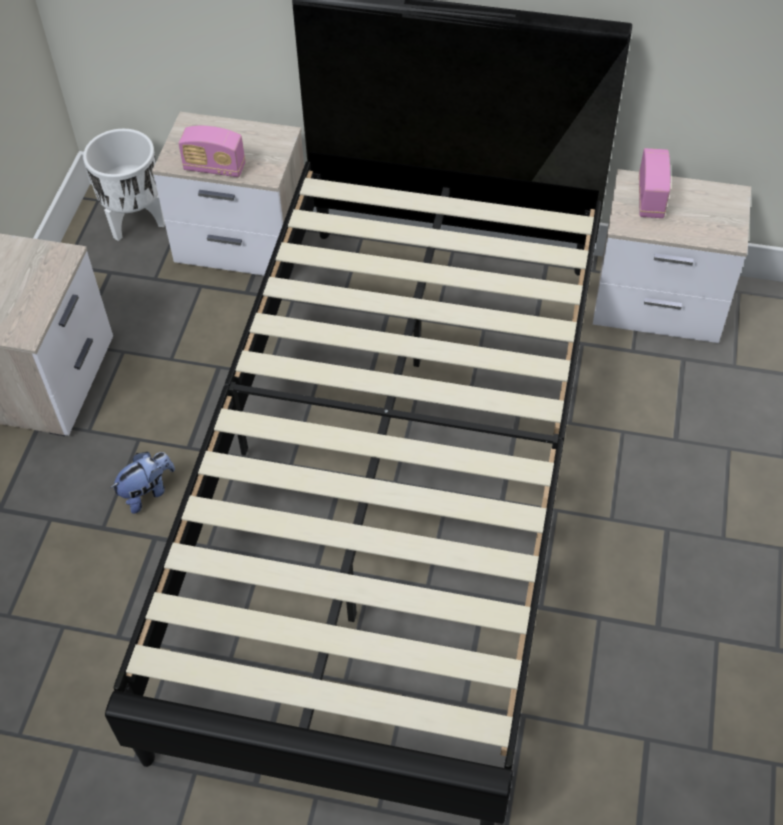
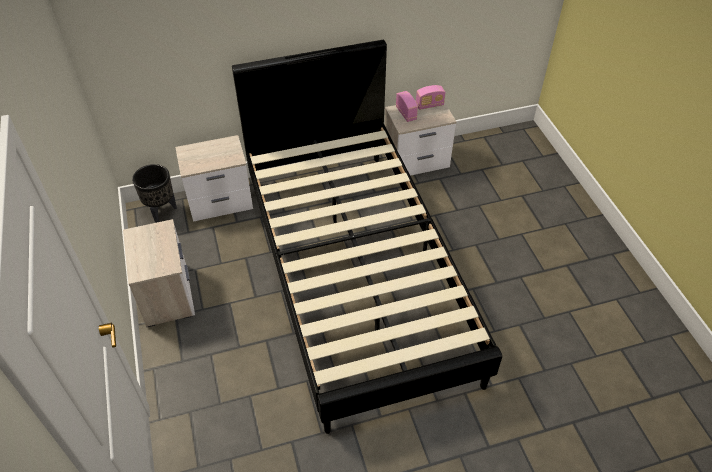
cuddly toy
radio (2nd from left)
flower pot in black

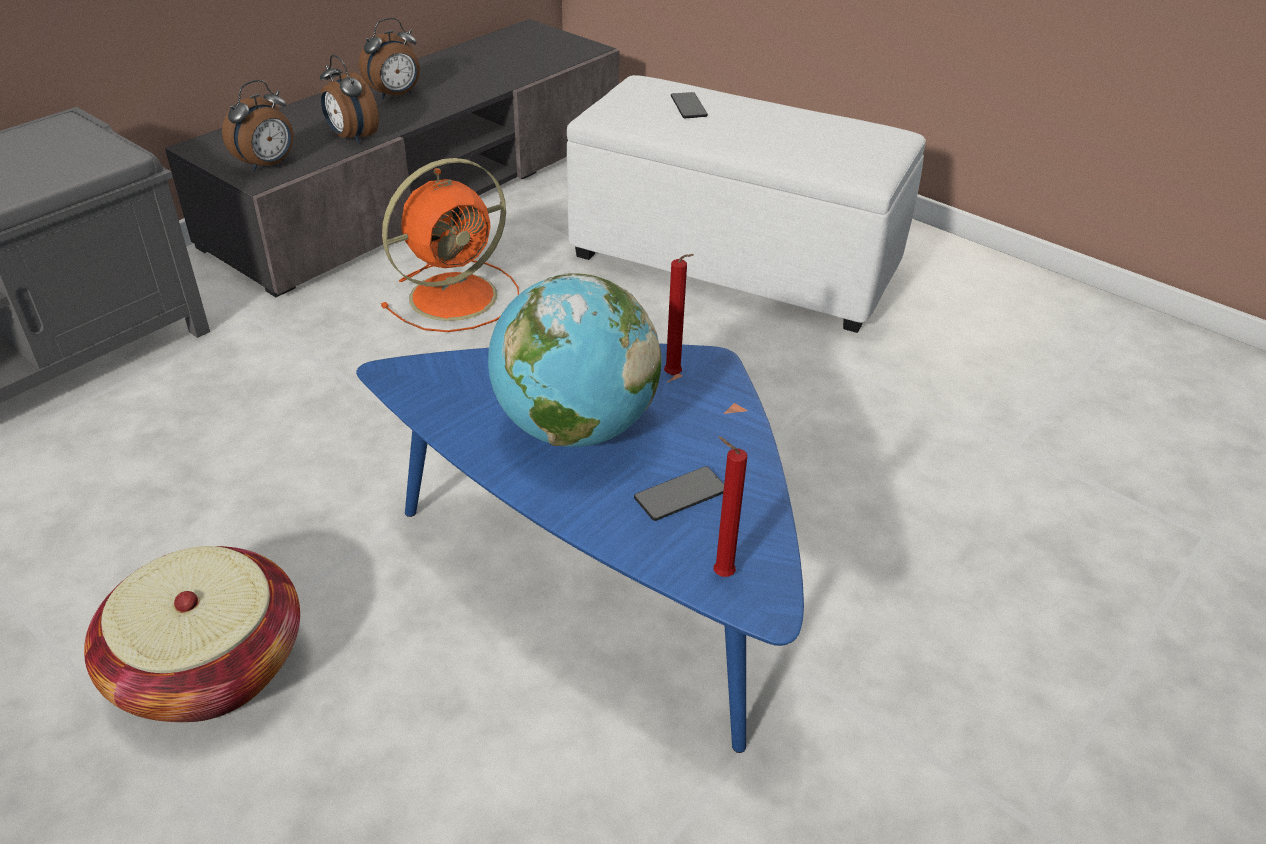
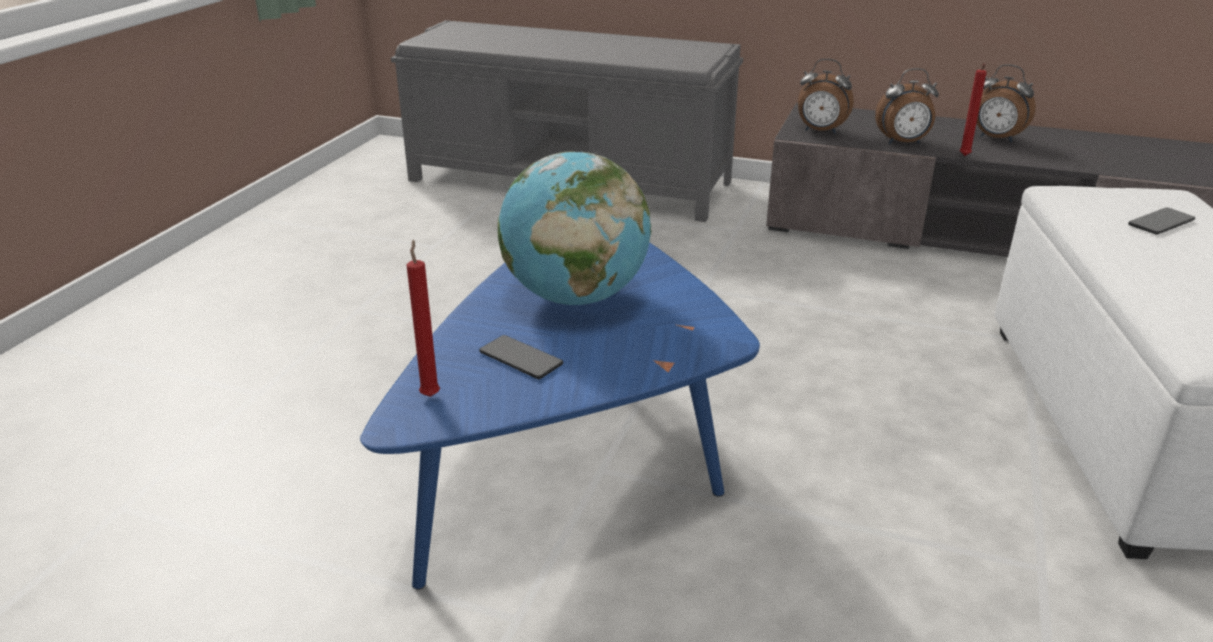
household basket
electric fan in orange-coloured
wax candle in red (2nd from left)
table clock (2nd from left)

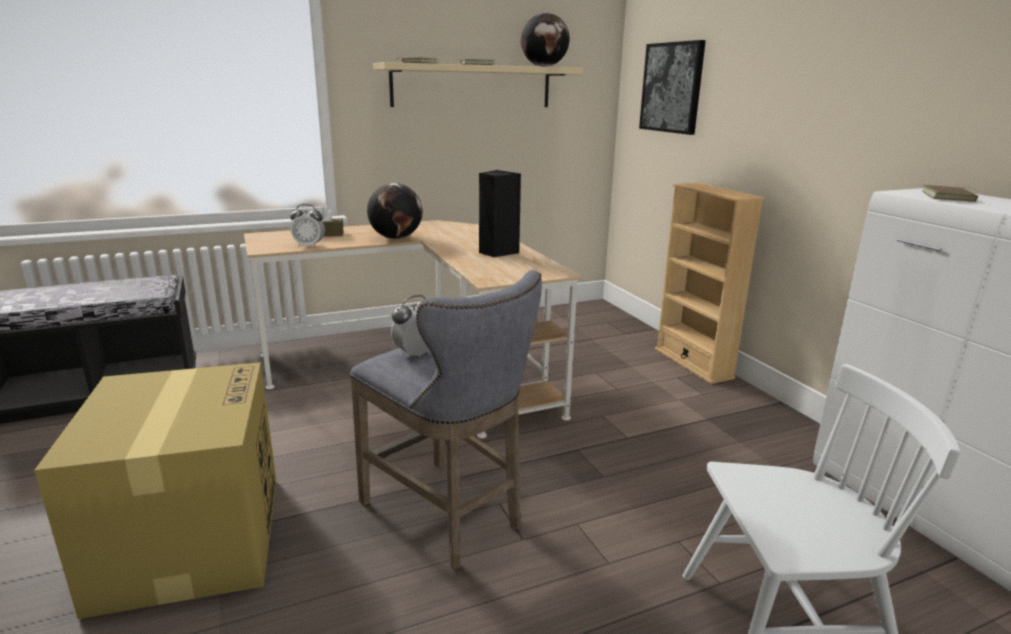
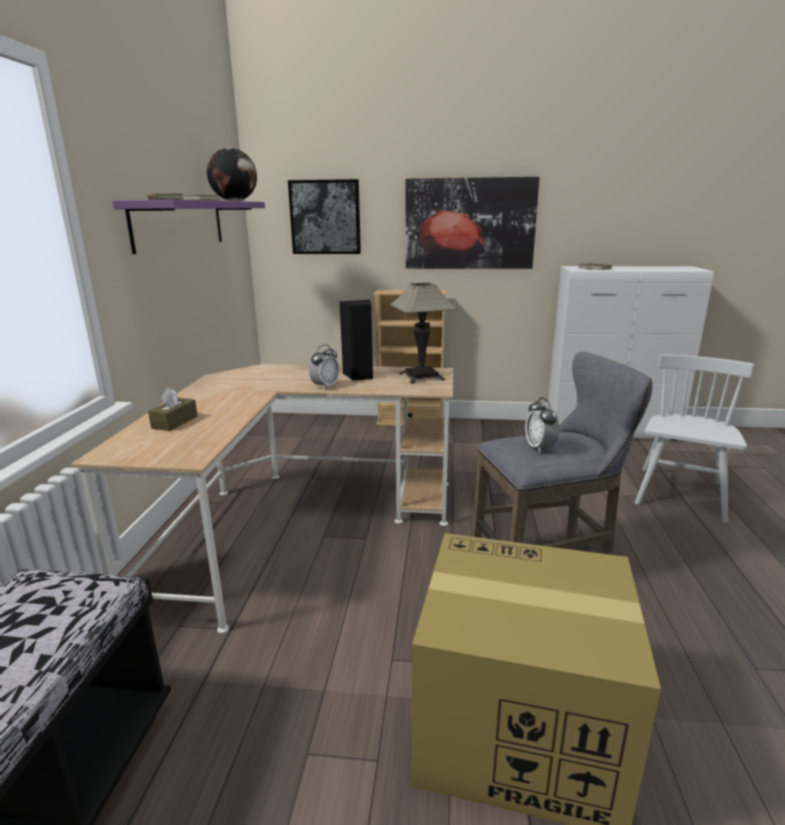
world globe (1st from left in the first image)
lamp for a table
wall picture (2nd from left)
table clock (1st from left)
wall shelf in purple-coloured

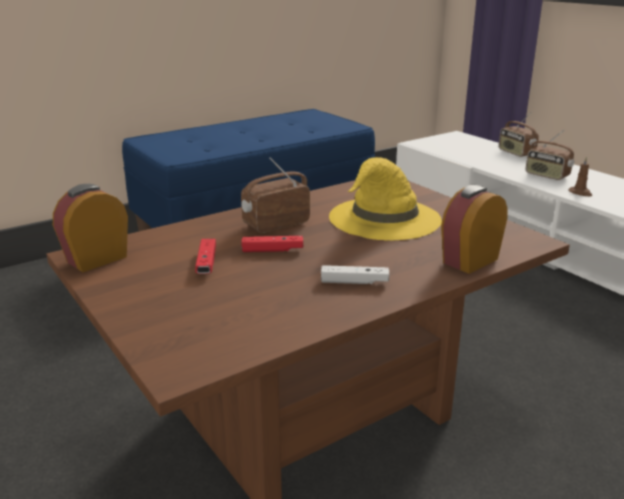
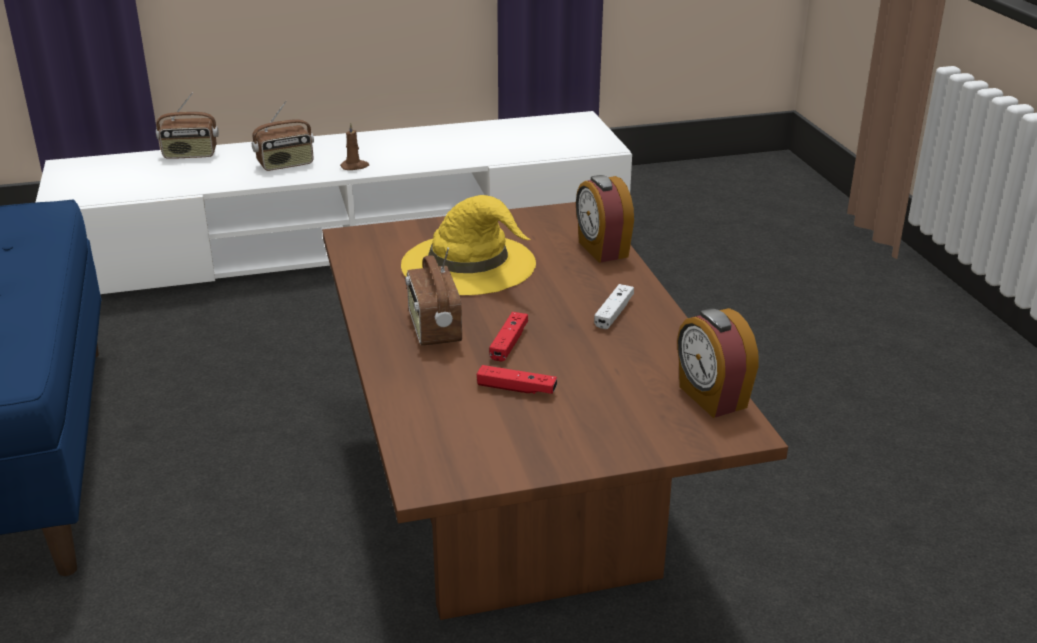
table clock (2nd from left)

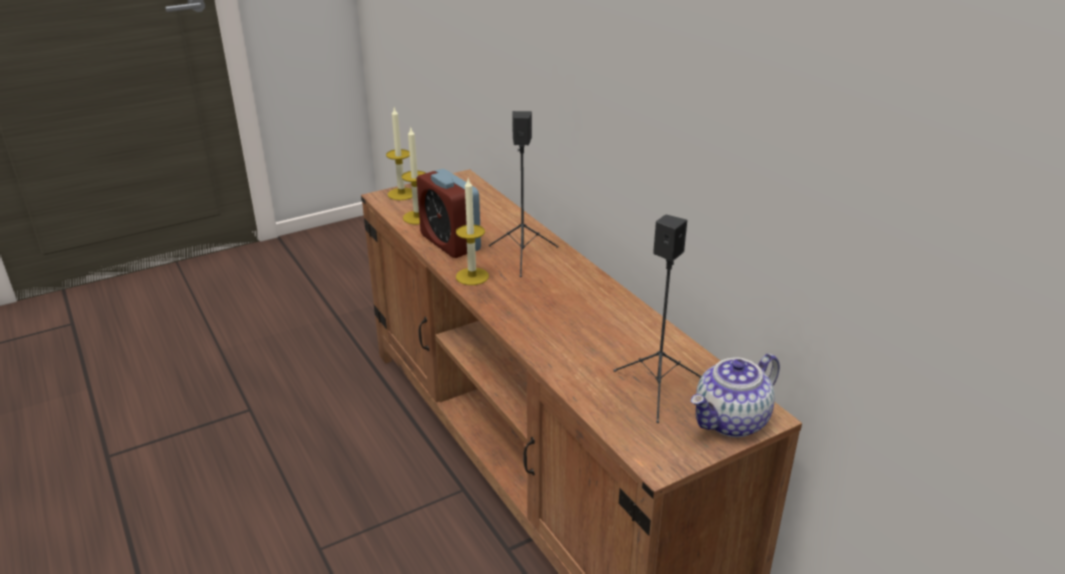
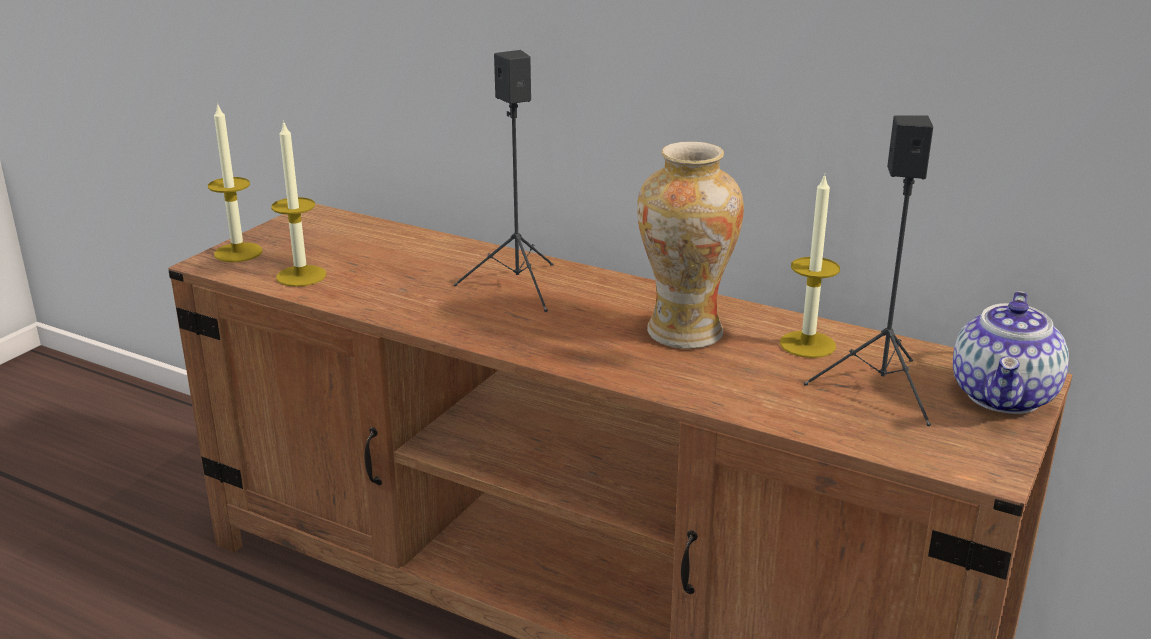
table clock
decorative vase
wax candle (3rd from left)

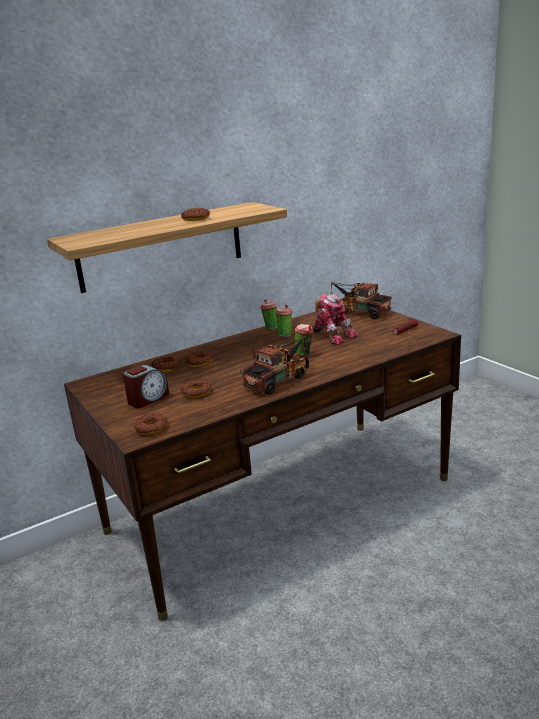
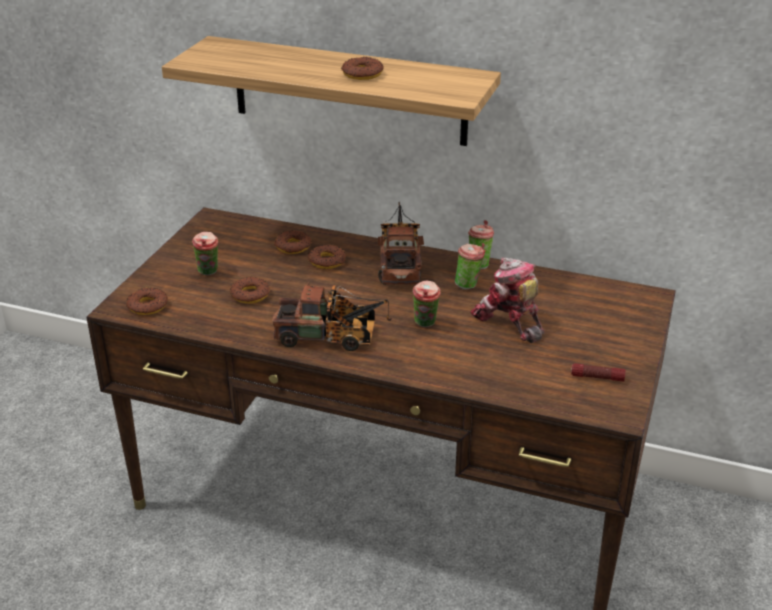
toy lorry (2nd from left)
small cup (1st from left)
toy robot

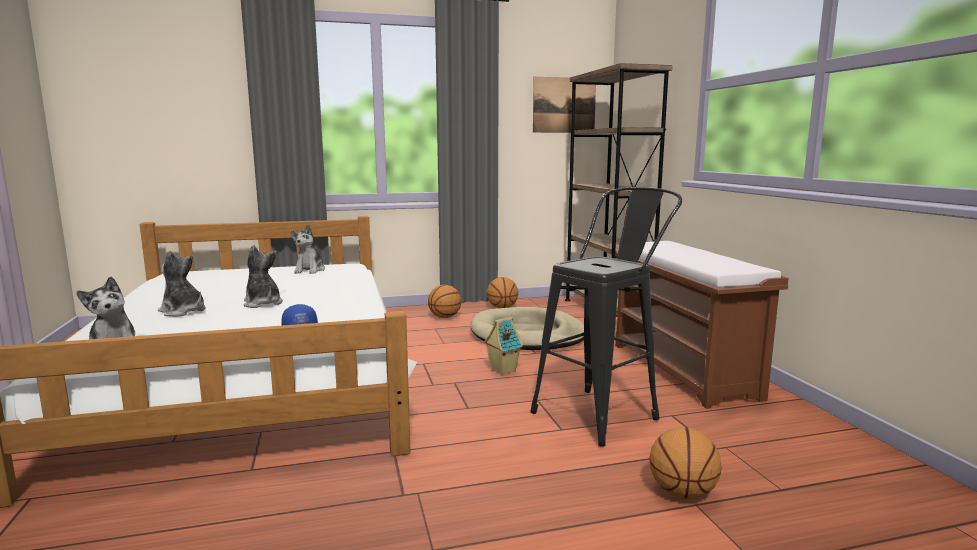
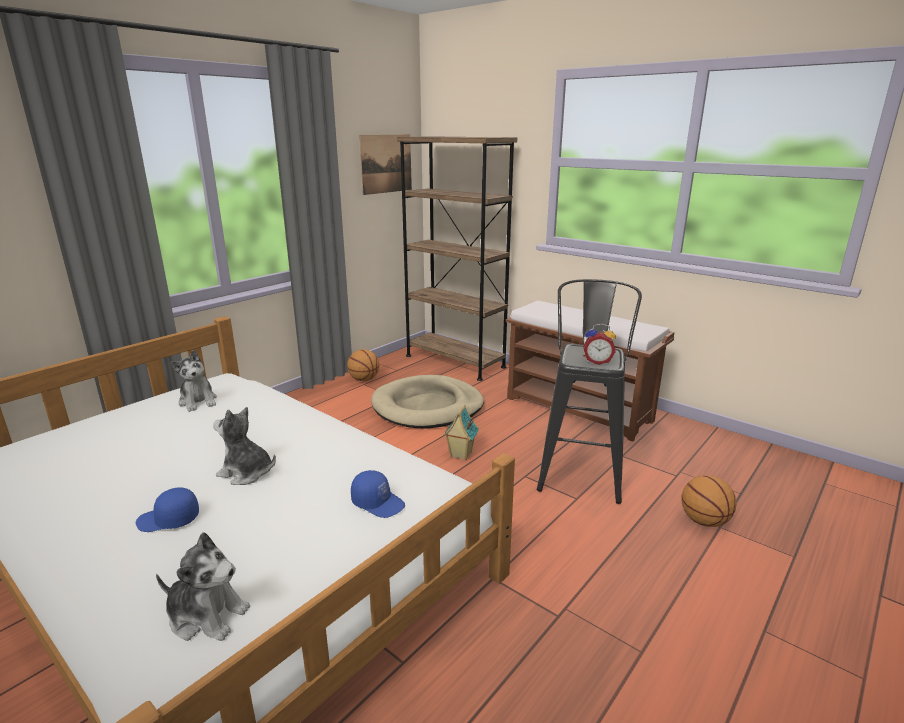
basketball ball (1st from left in the first image)
table clock
peaked cap in bluish (1st from left)

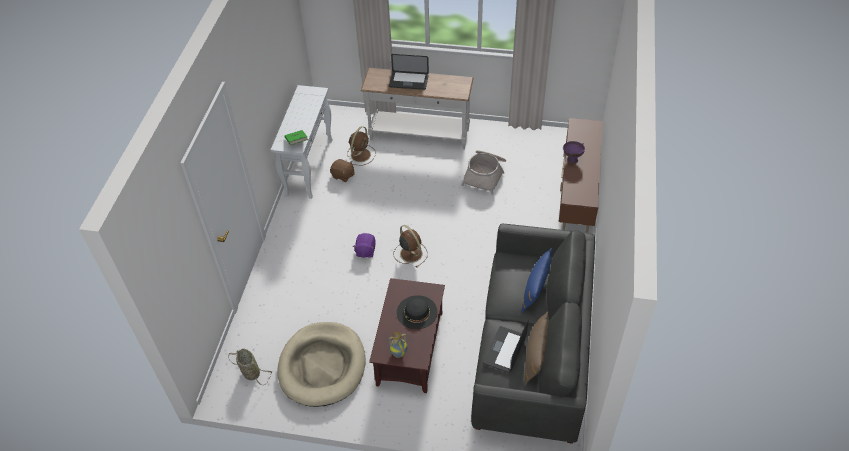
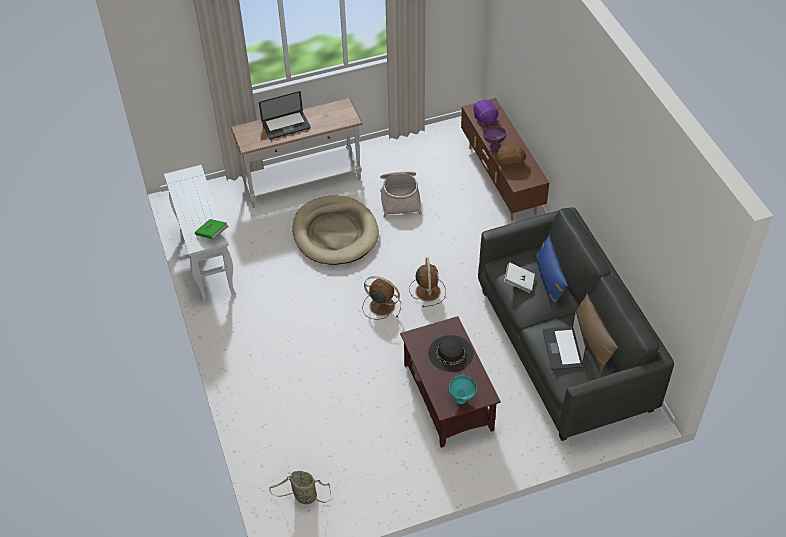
bound book in whitish
pet bed in beige-coloured
cuddly toy in brown-coloured
electric fan in brown-coloured (2nd from left)
cuddly toy in purple-coloured
serving bowl in blue-green

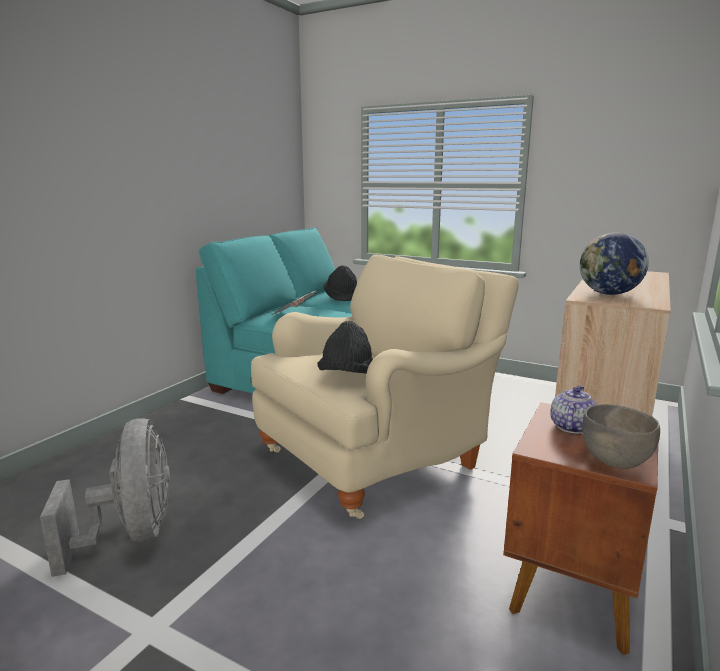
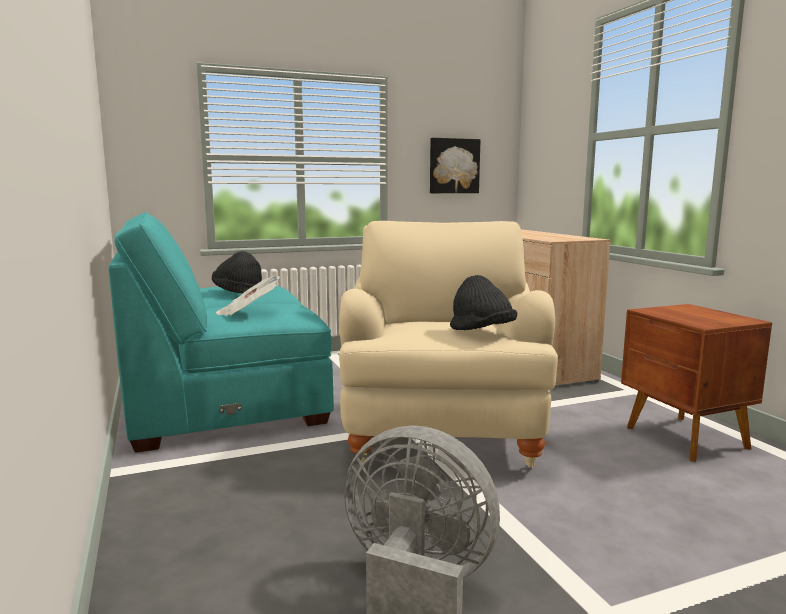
teapot
world globe
serving bowl in greyish
wall picture

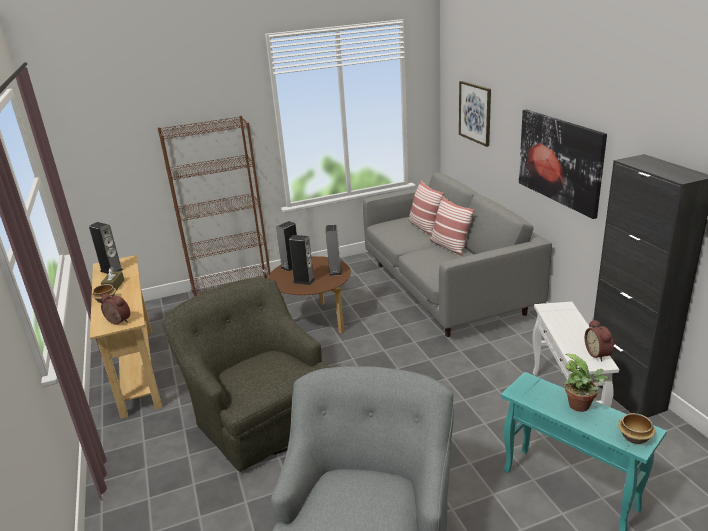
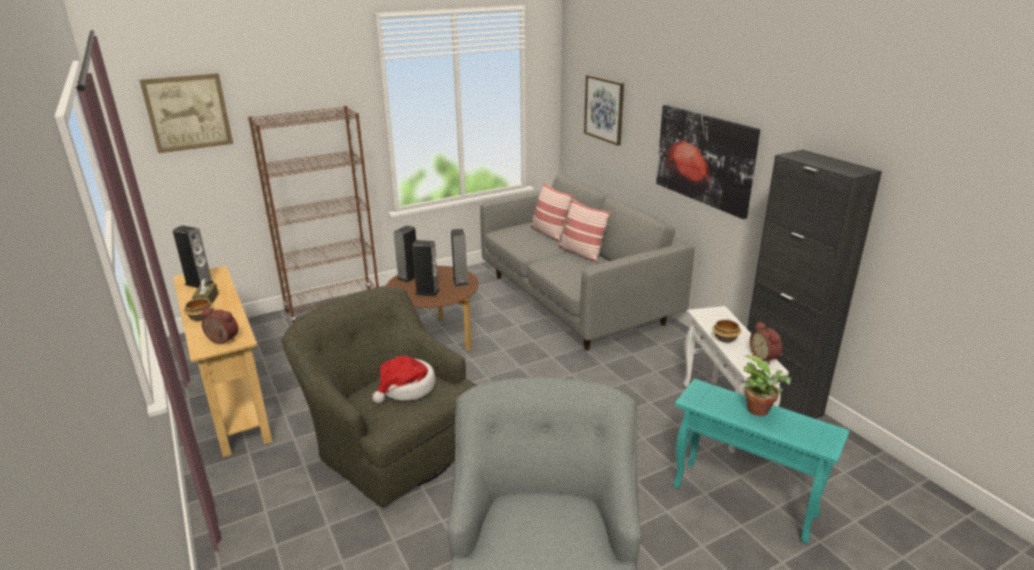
wall picture (1st from left)
clothing hat
serving bowl (2nd from left)

